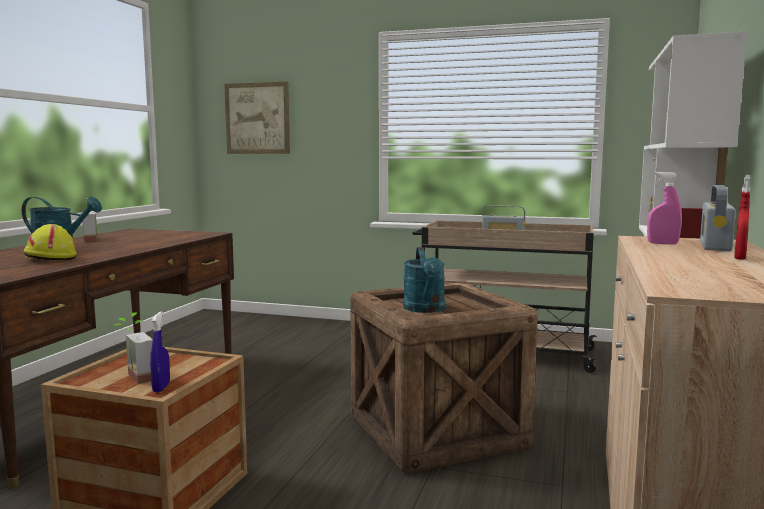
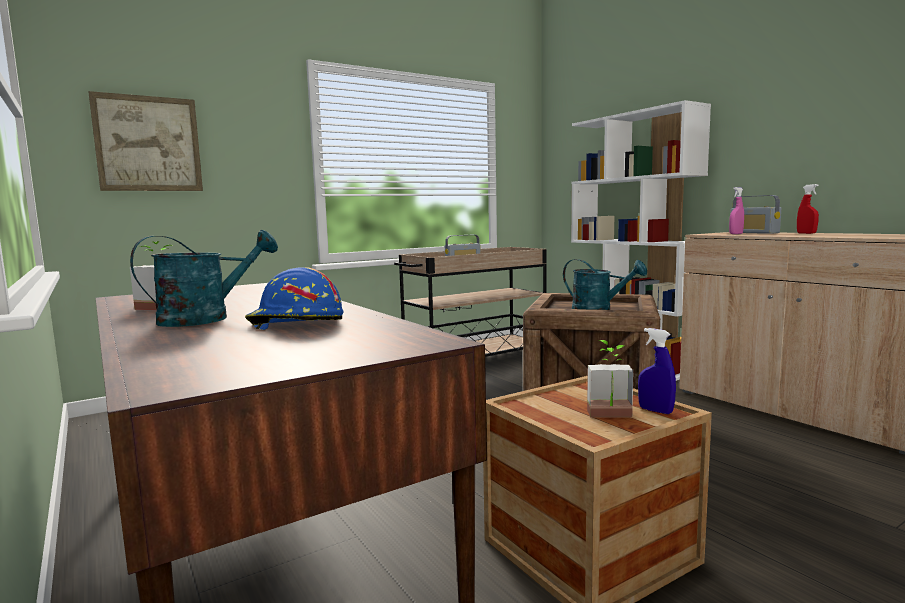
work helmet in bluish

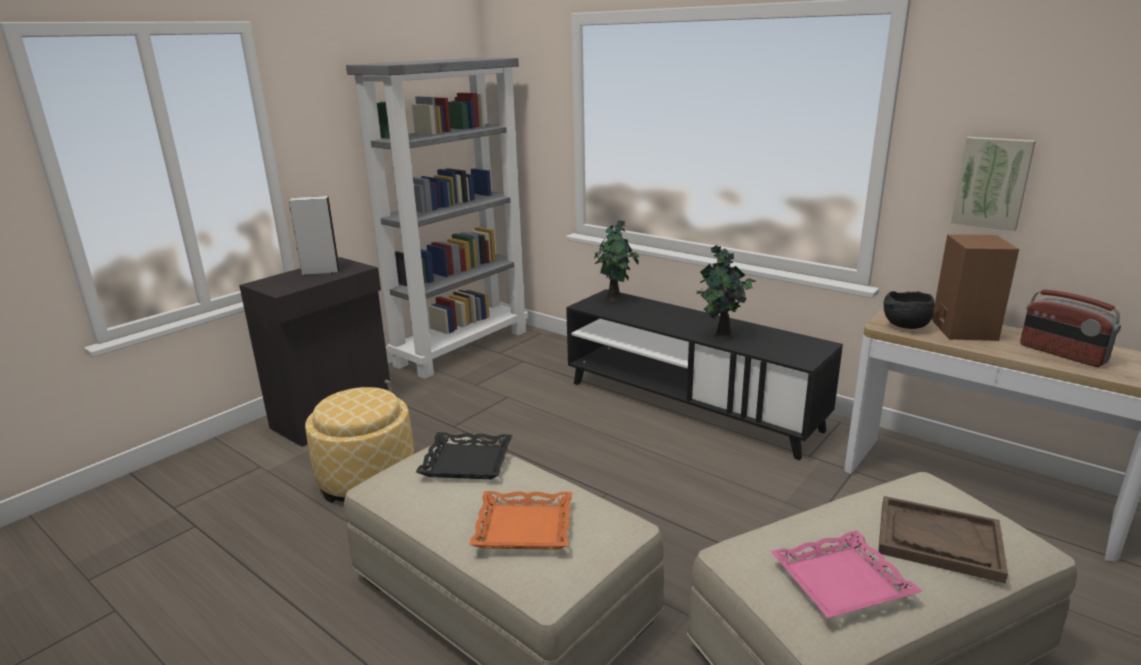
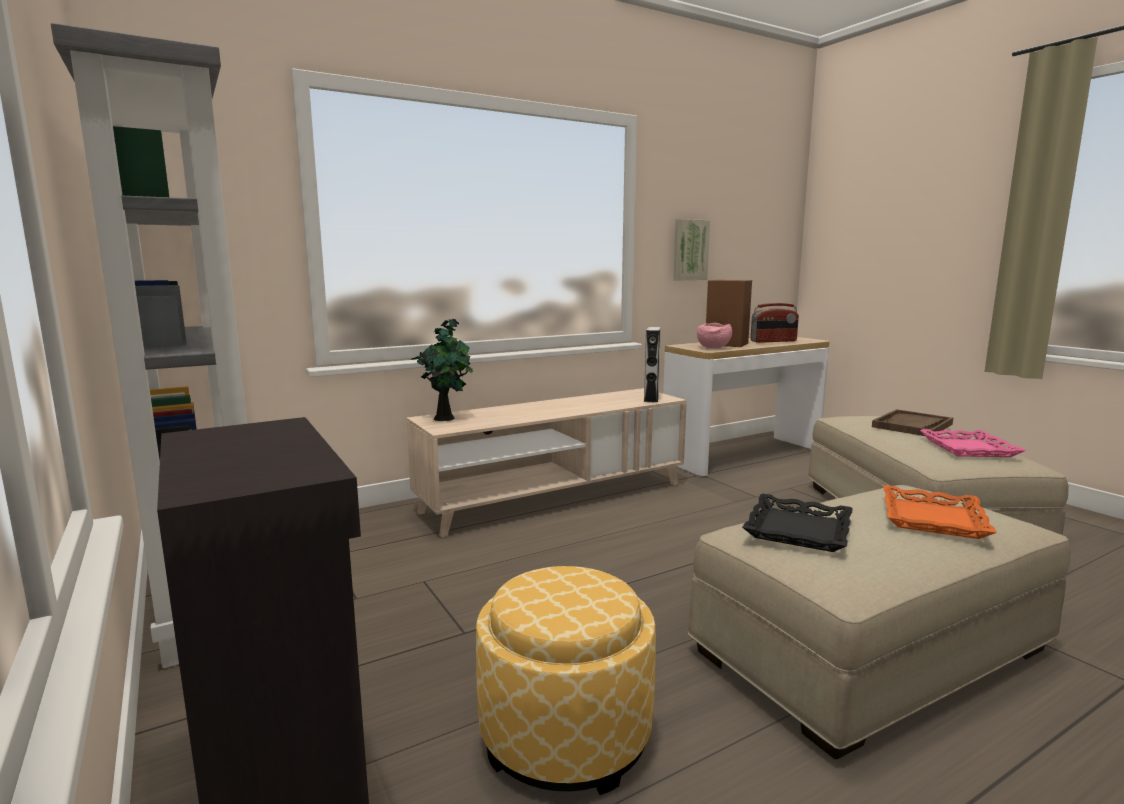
potted plant (2nd from left in the first image)
audio speaker in greyish
tv stand in beige-coloured
serving bowl in pink

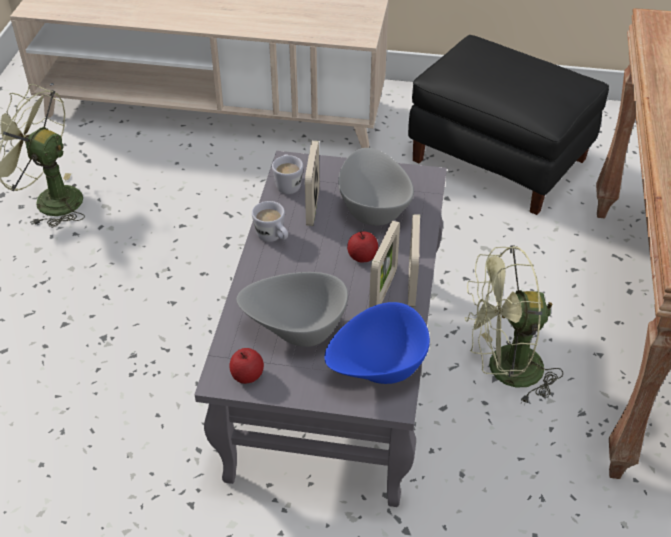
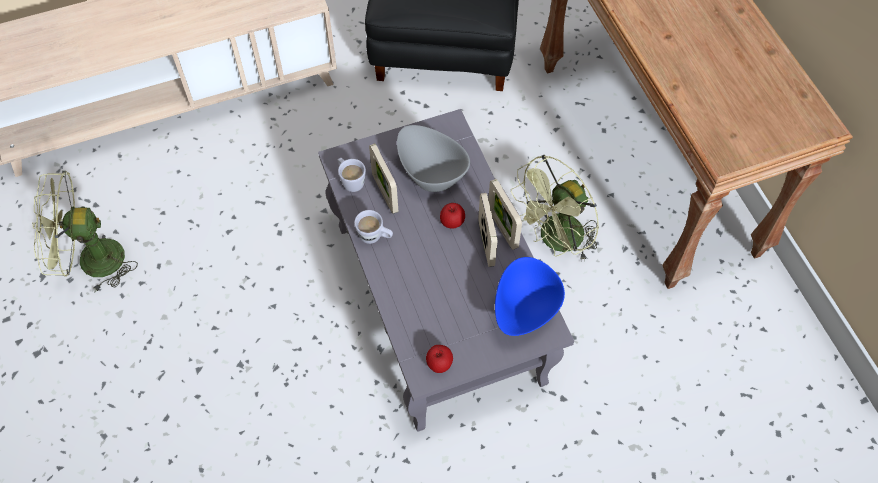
serving bowl in greyish (1st from left in the first image)

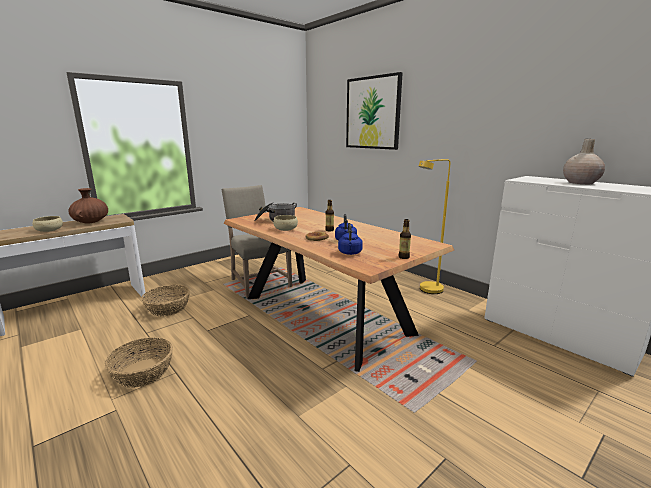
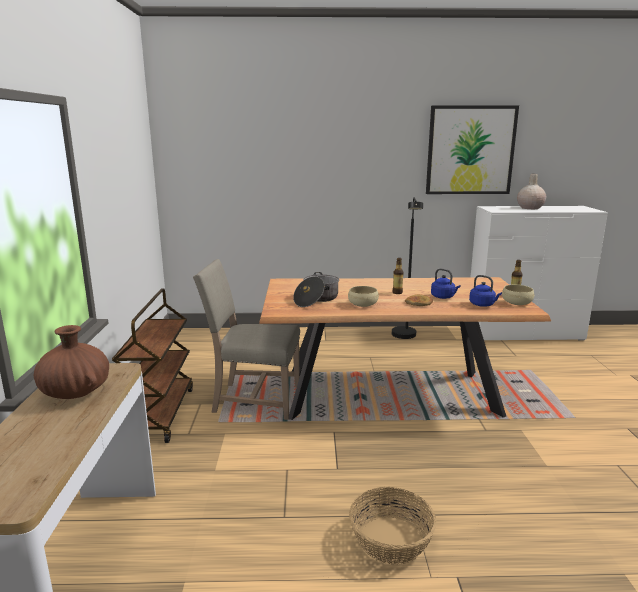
household basket (2nd from left in the first image)
wheeled cart in brown-coloured
serving bowl in beige-coloured (2nd from left)
wall picture
standard lamp in black

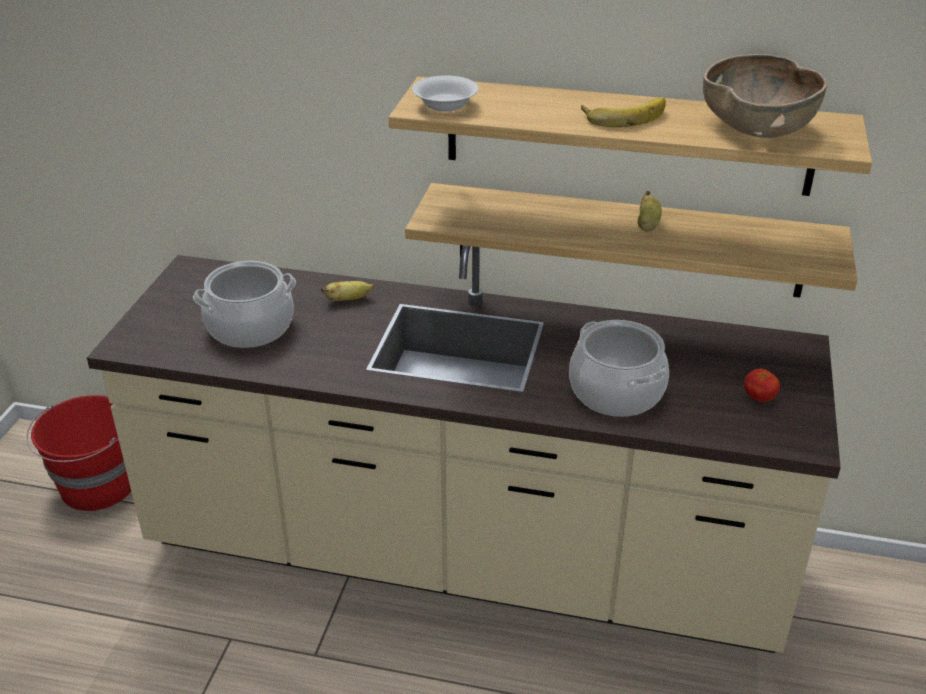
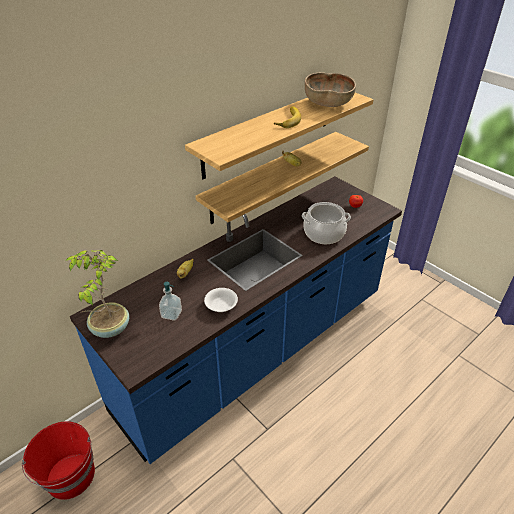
potted plant
serving bowl in whitish
soap bottle
counter in bluish

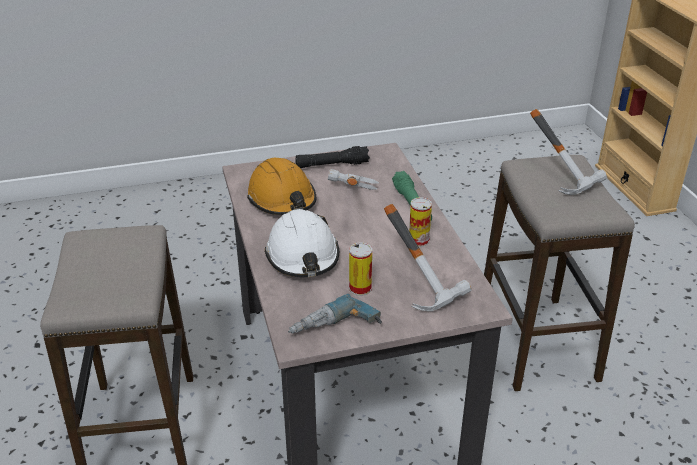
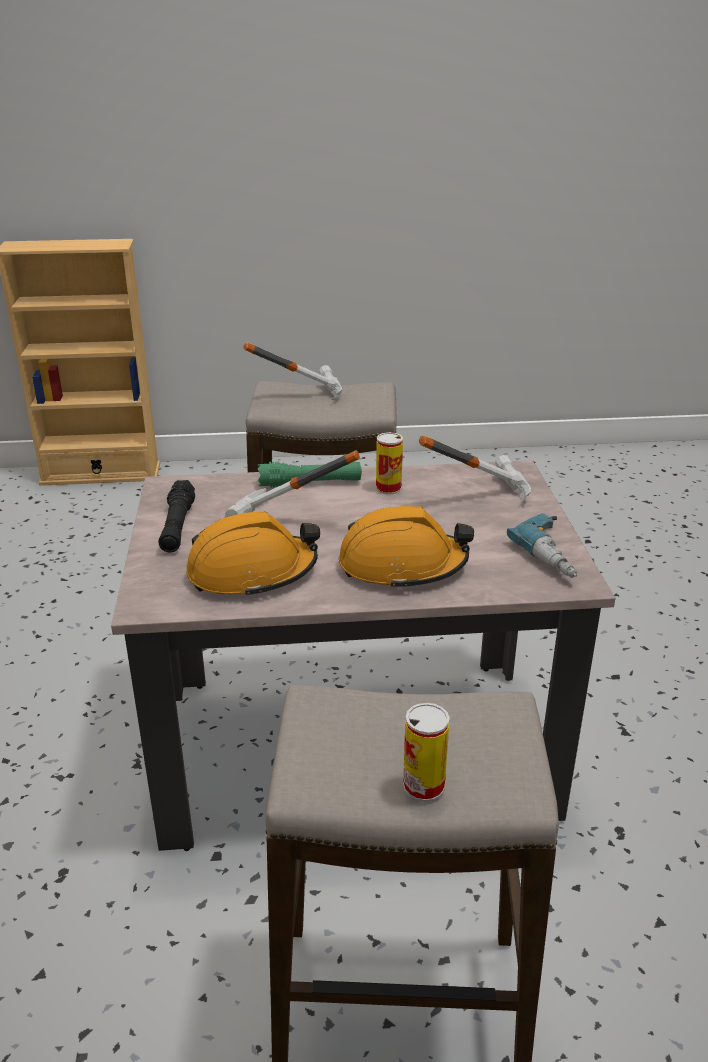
can (2nd from left)
work helmet in orange-coloured (2nd from left)

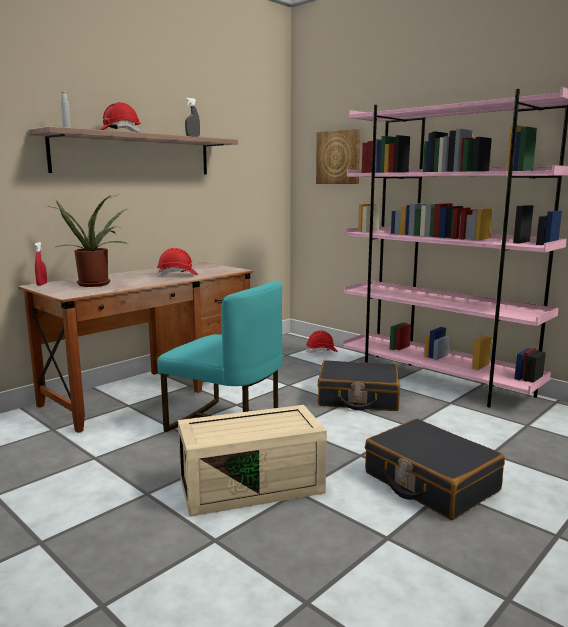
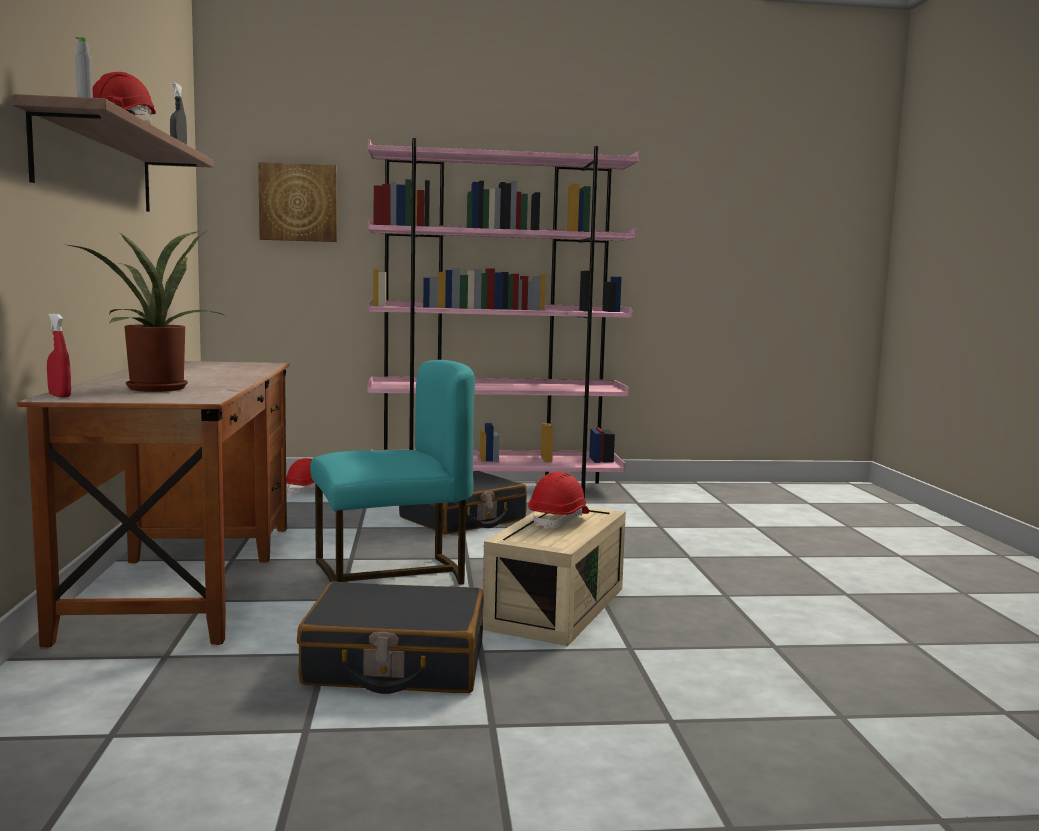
work helmet in red (3rd from left)
travel case in black (1st from left)

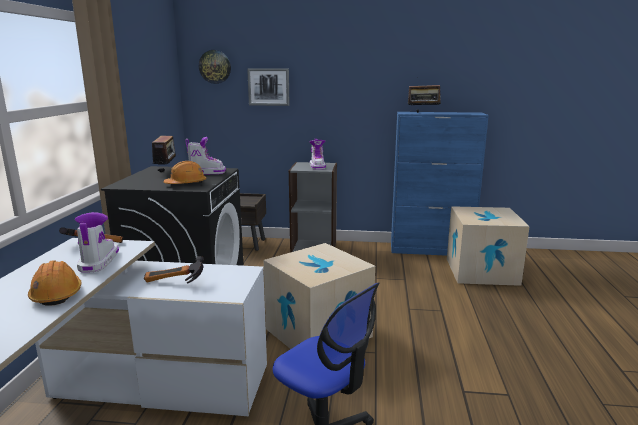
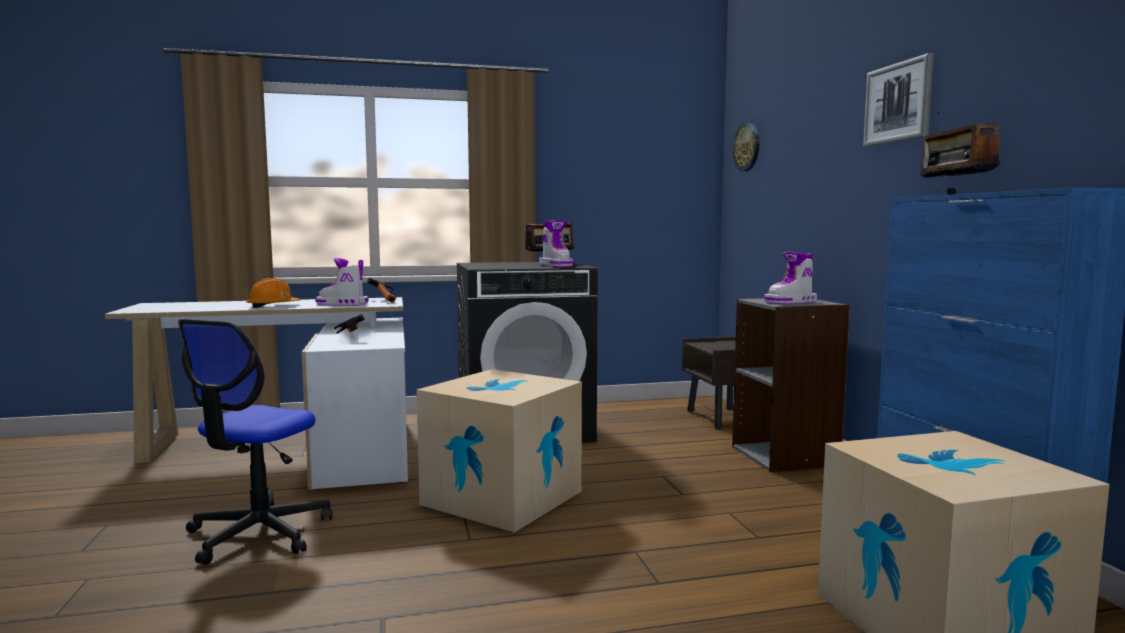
work helmet in orange-coloured (2nd from left in the first image)
wall picture
high-top boot (1st from left)

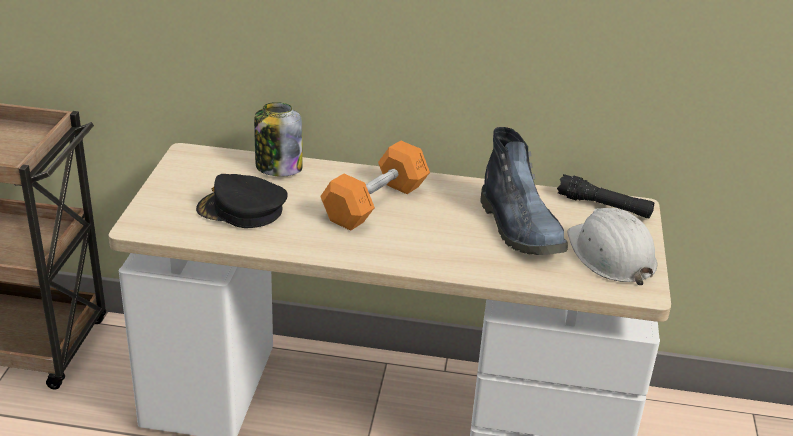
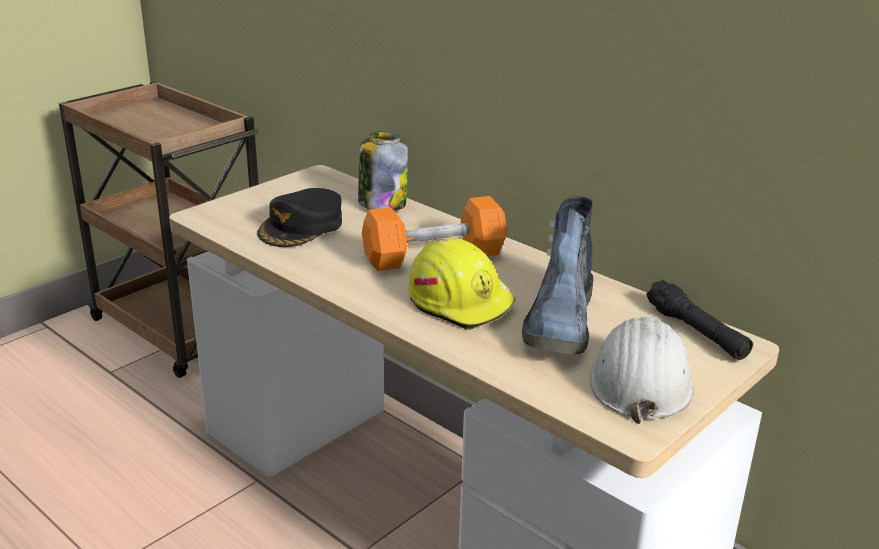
work helmet in yellow
peaked cap in black

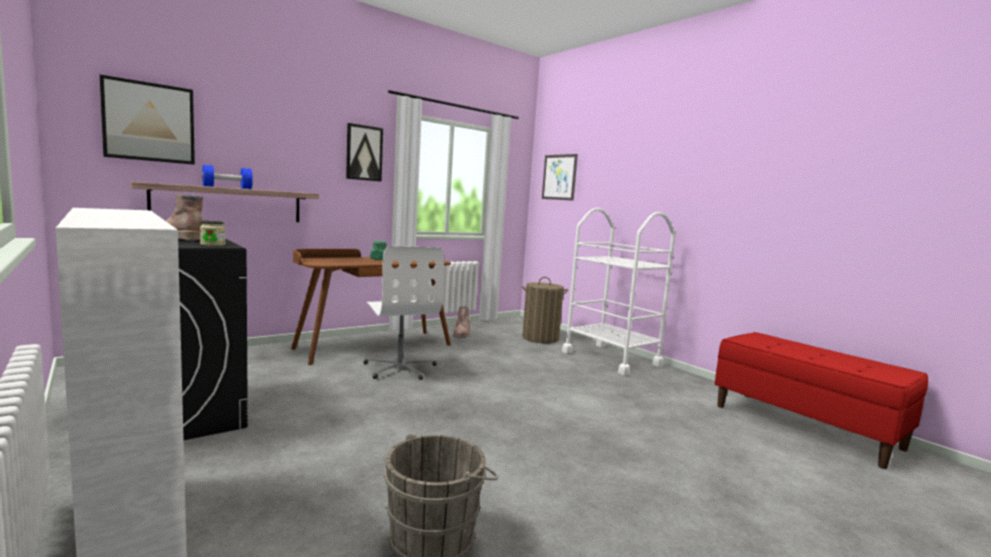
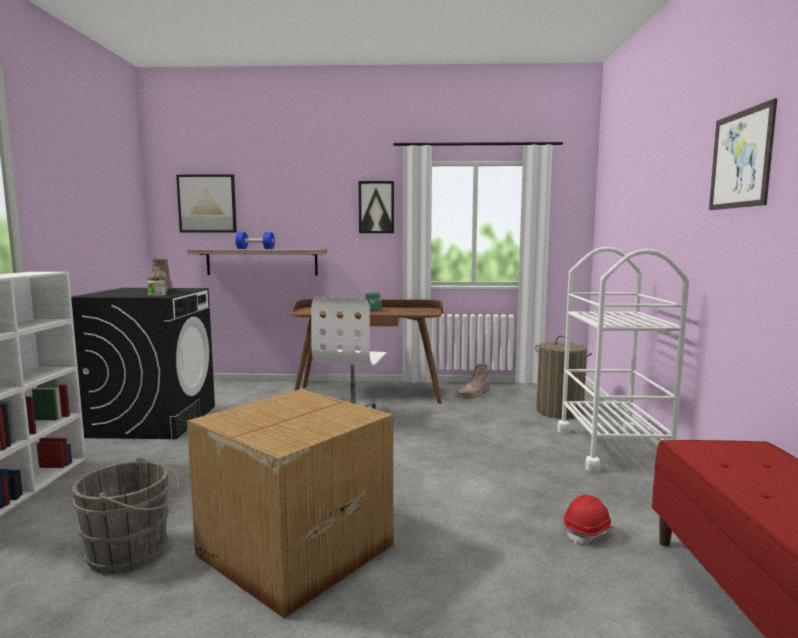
packing box
work helmet in red
wall picture (3rd from left)

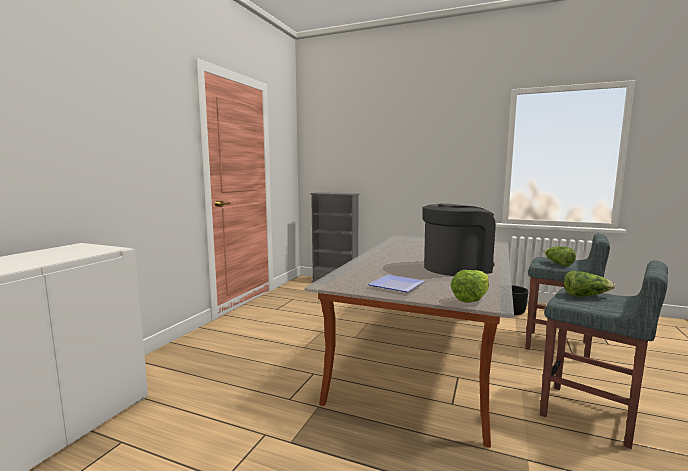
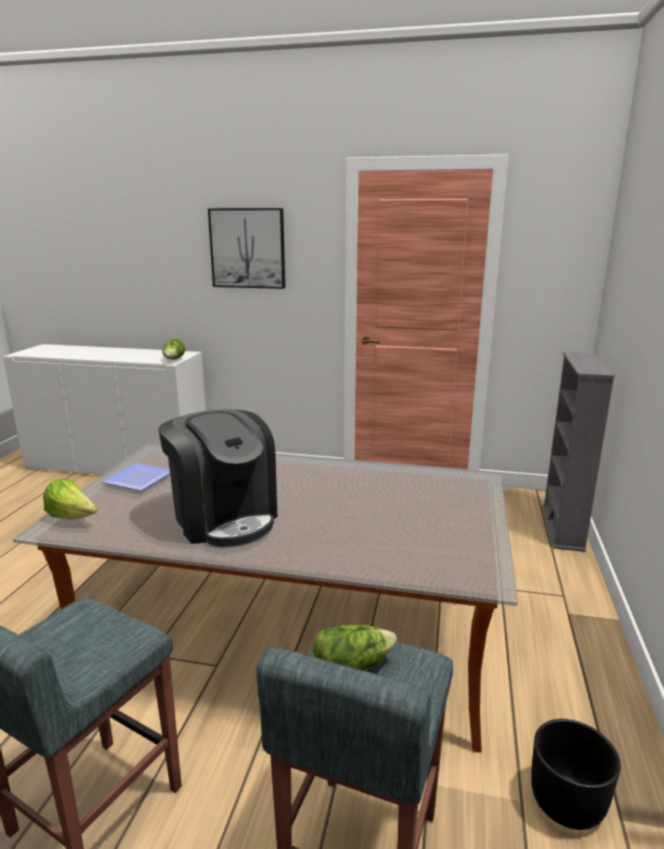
wall picture
lettuce head (2nd from left)

